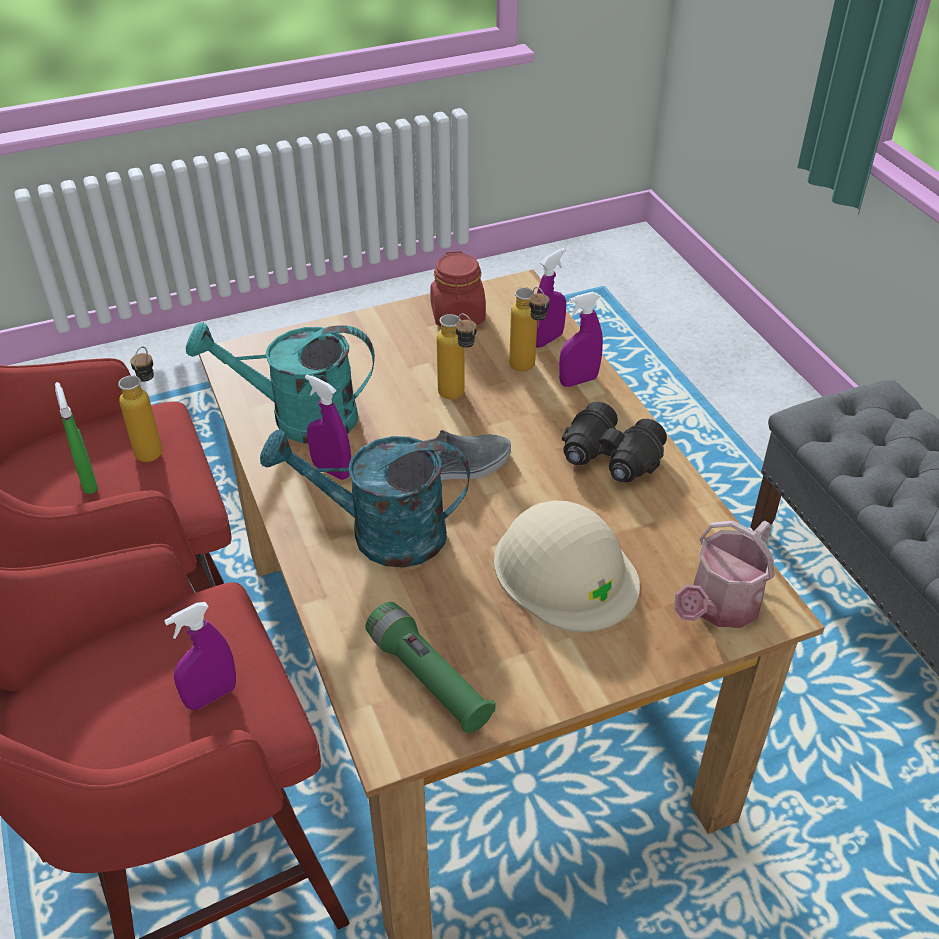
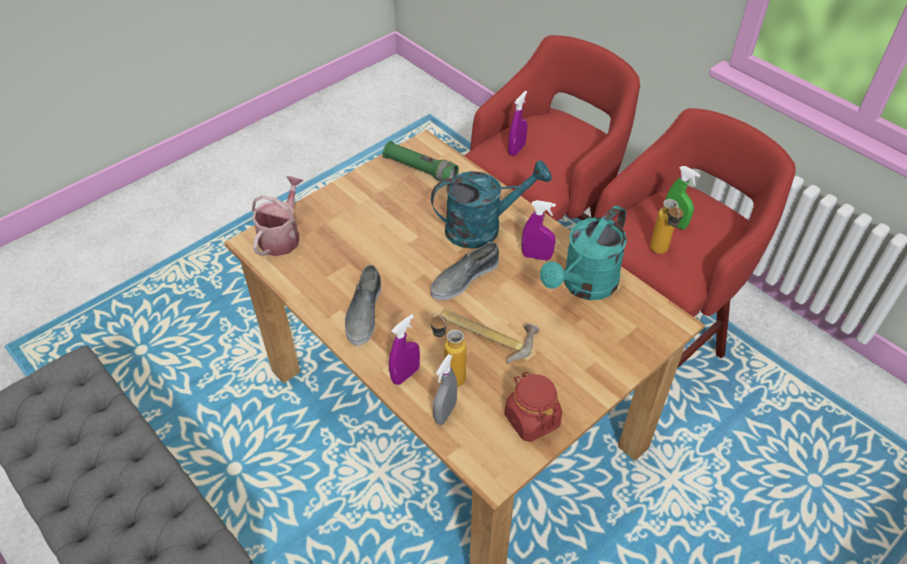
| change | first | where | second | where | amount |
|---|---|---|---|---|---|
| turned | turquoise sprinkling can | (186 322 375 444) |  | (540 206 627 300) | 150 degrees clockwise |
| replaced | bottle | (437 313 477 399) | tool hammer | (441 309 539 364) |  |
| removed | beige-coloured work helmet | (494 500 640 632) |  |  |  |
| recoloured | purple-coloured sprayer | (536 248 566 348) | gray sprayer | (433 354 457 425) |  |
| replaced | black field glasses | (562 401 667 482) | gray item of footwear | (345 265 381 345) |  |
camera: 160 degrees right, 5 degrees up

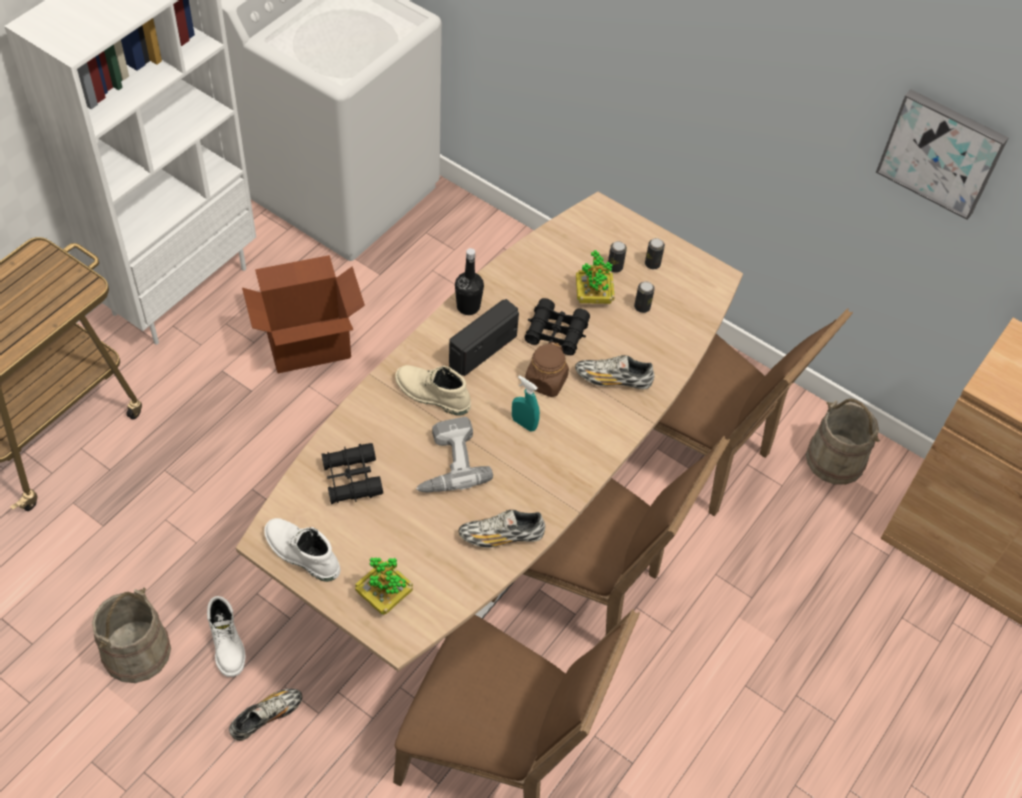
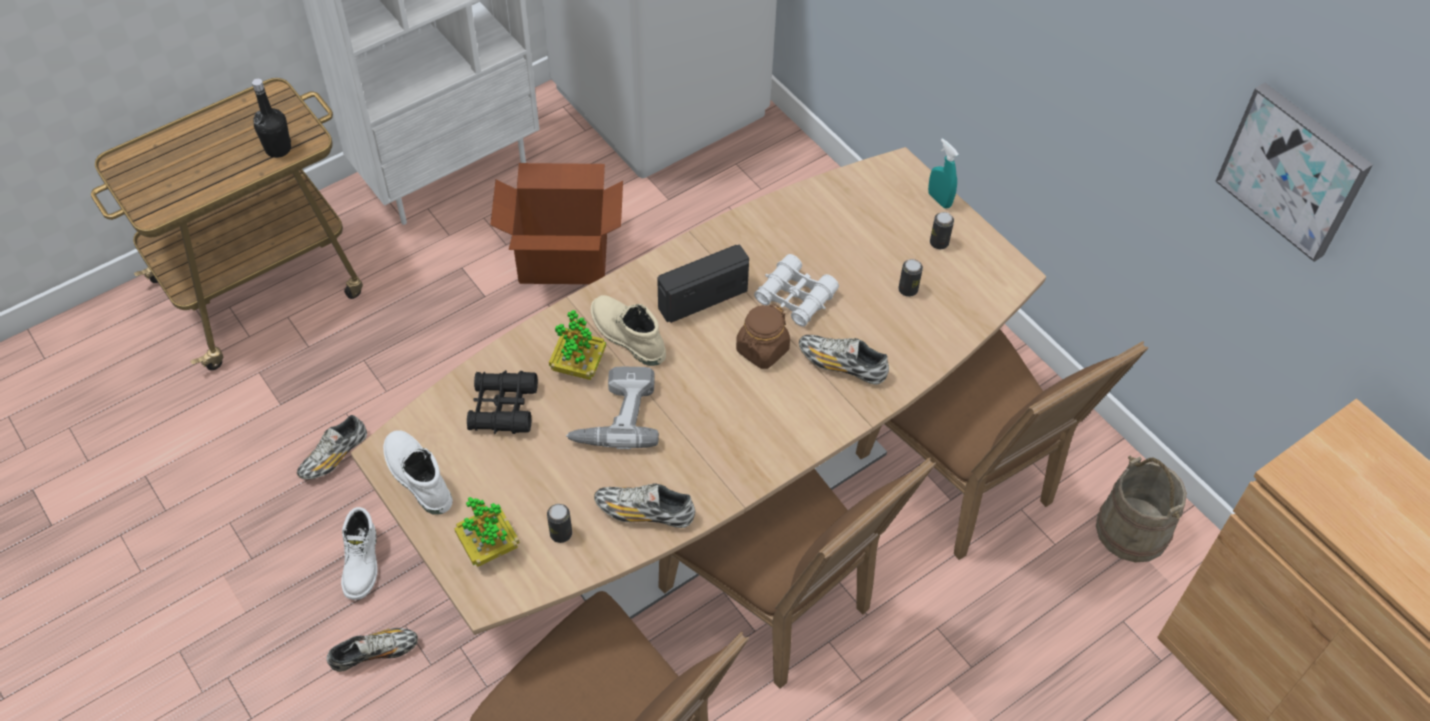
| change | first | where | second | where | amount |
|---|---|---|---|---|---|
| removed | beige-coloured water bucket | (92 588 171 683) |  |  |  |
| moved | black bottle | (455 248 484 315) |  | (252 79 291 158) |  |
| moved | turquoise sprayer | (512 375 540 432) |  | (928 138 959 209) |  |
| recoloured | black field glasses | (524 298 590 355) | white-coloured field glasses | (754 254 839 327) |  |
| moved | potted plant | (576 250 615 304) |  | (549 310 606 380) |  |
| moved | can | (608 241 627 273) |  | (547 504 572 543) |  |
| added |  |  | item of footwear | (297 415 367 479) |  |
camera: 20 degrees right, 0 degrees up

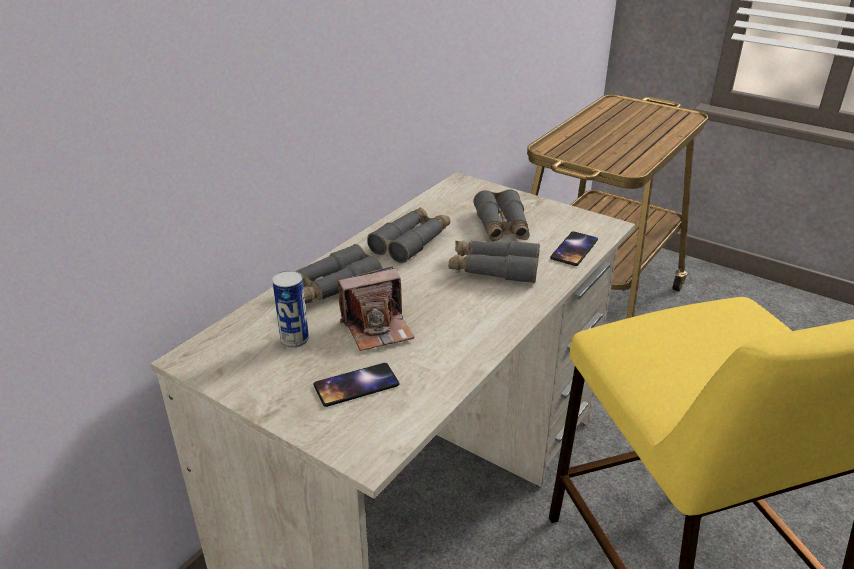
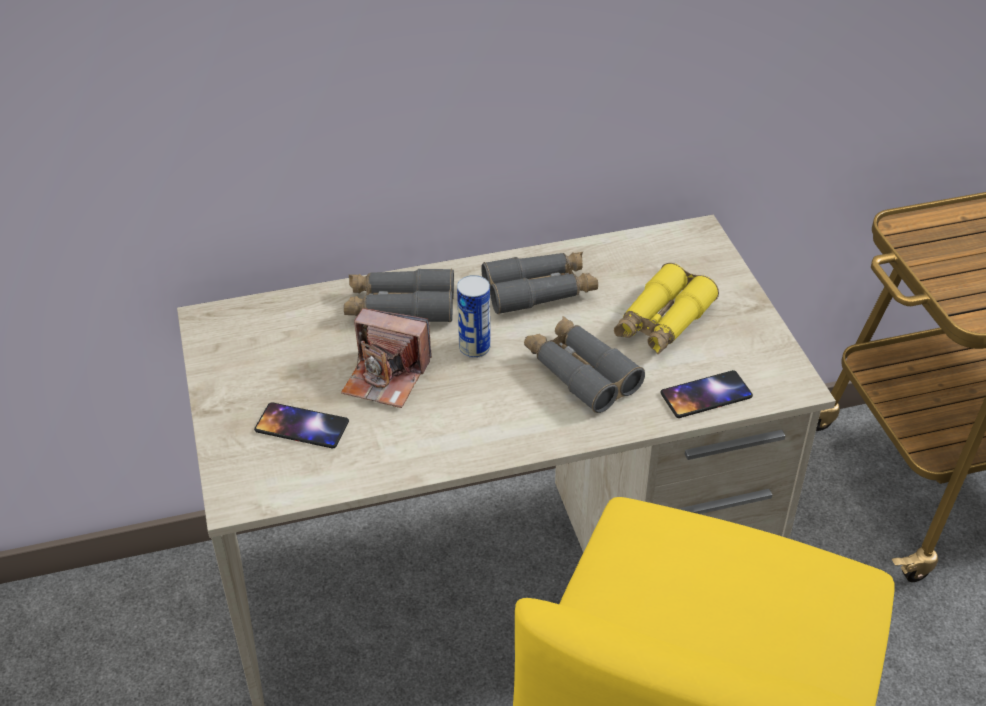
| change | first | where | second | where | amount |
|---|---|---|---|---|---|
| moved | can | (272 270 309 348) |  | (457 275 490 358) |  |
| recoloured | gray field glasses | (473 189 530 242) | yellowish field glasses | (614 263 719 354) |  |
camera: 40 degrees right, 10 degrees up

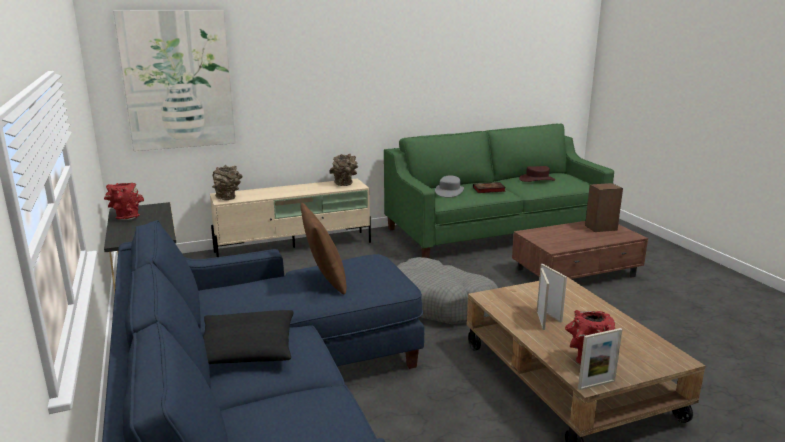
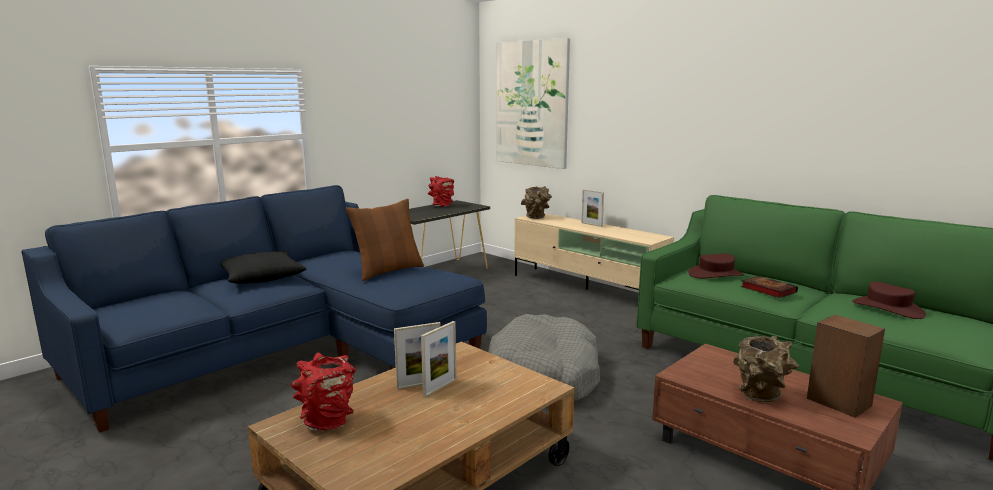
| change | first | where | second | where | amount |
|---|---|---|---|---|---|
| moved | brown decorative vase | (329 154 358 186) |  | (734 336 799 403) |  |
| recoloured | gray hat | (435 176 464 198) | brown hat | (688 253 744 278) |  |
| moved | picture frame | (578 328 622 390) |  | (582 189 604 227) |  |
camera: 65 degrees right, 5 degrees down

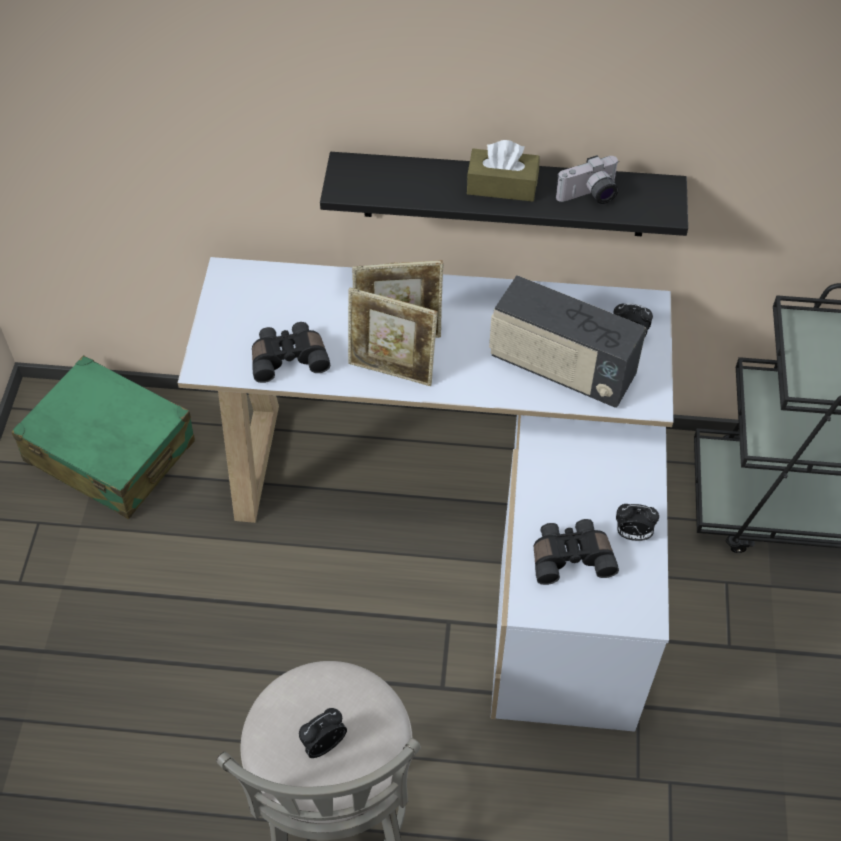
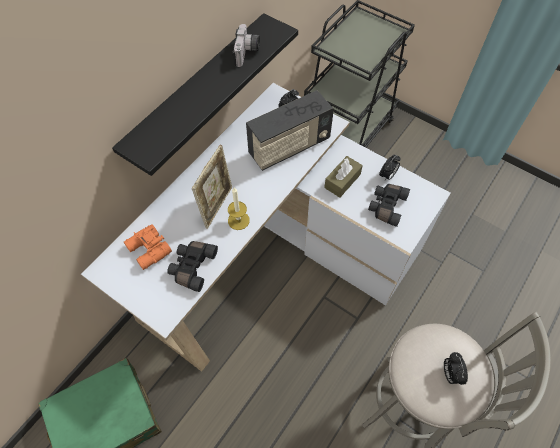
| change | first | where | second | where | amount |
|---|---|---|---|---|---|
| replaced | picture frame | (348 288 438 386) | candle | (228 187 250 230) |  |
| moved | brown tissue box | (467 140 540 201) |  | (324 156 363 198) |  |
| added |  |  | orange-coloured field glasses | (124 224 172 270) |  |
camera: 60 degrees left, 5 degrees up

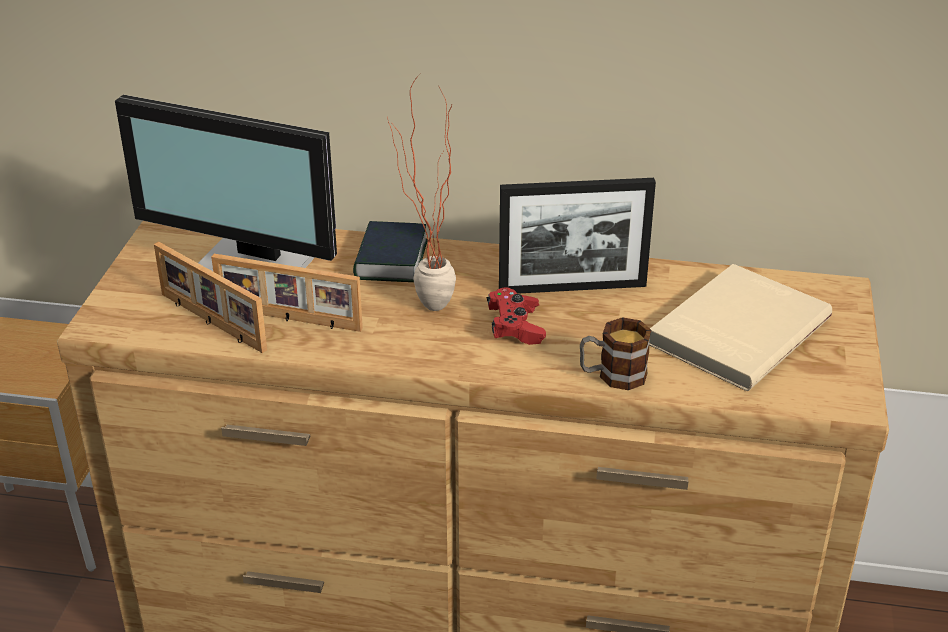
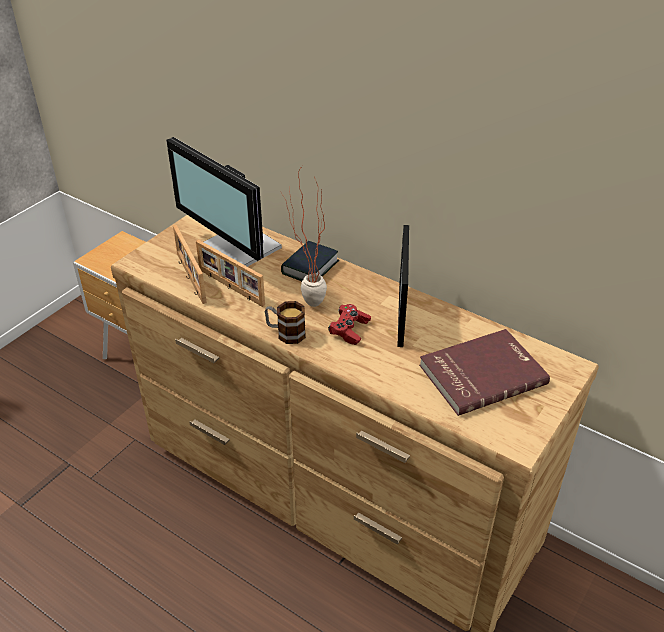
| change | first | where | second | where | amount |
|---|---|---|---|---|---|
| turned | picture frame | (499 178 656 294) |  | (397 225 409 347) | 75 degrees clockwise |
| moved | coffee mug | (580 317 651 390) |  | (265 301 306 344) |  |
| recoloured | beige-coloured bound book | (649 264 832 391) | red-coloured bound book | (419 329 550 416) |  |
camera: 25 degrees right, 5 degrees up

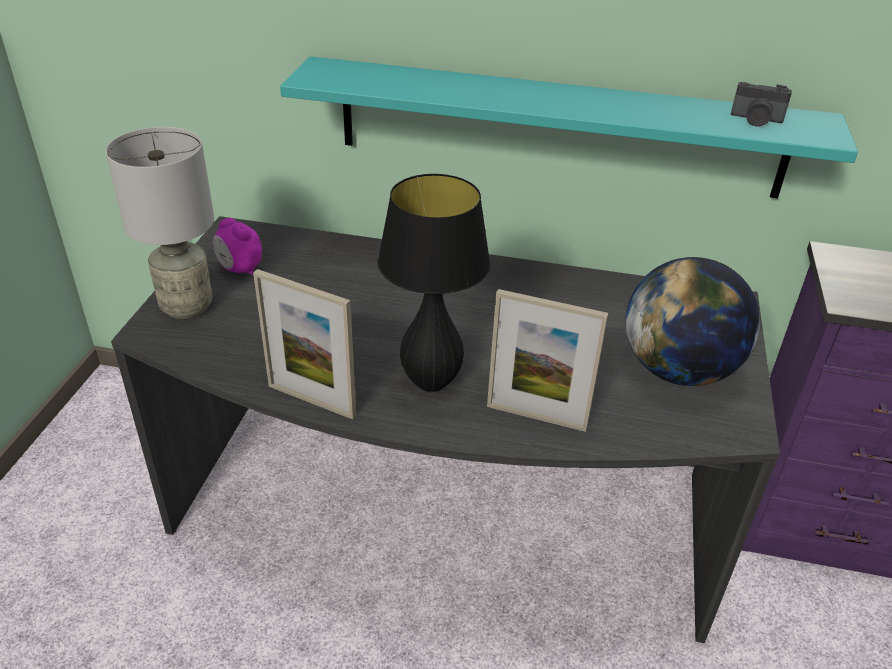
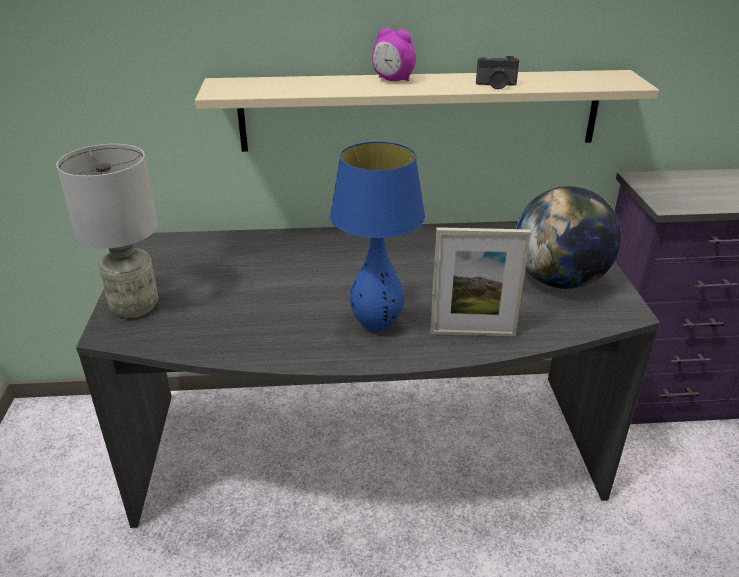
| change | first | where | second | where | amount |
|---|---|---|---|---|---|
| moved | alarm clock | (213 218 262 275) |  | (372 28 416 81) |  |
| removed | picture frame | (253 269 356 419) |  |  |  |
| recoloured | turquoise wall shelf | (280 56 858 198) | beige-coloured wall shelf | (195 70 659 152) |  |
| recoloured | black table lamp | (377 174 491 392) | blue table lamp | (330 141 425 332) |  |
| moved | still camera | (731 82 792 127) |  | (476 56 519 89) |  |
camera: 15 degrees left, 5 degrees down

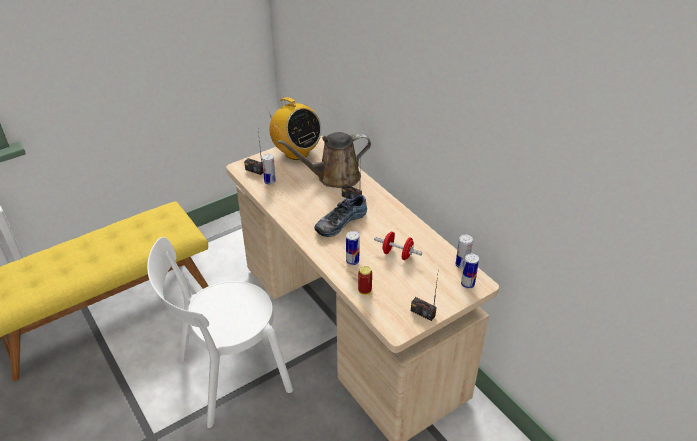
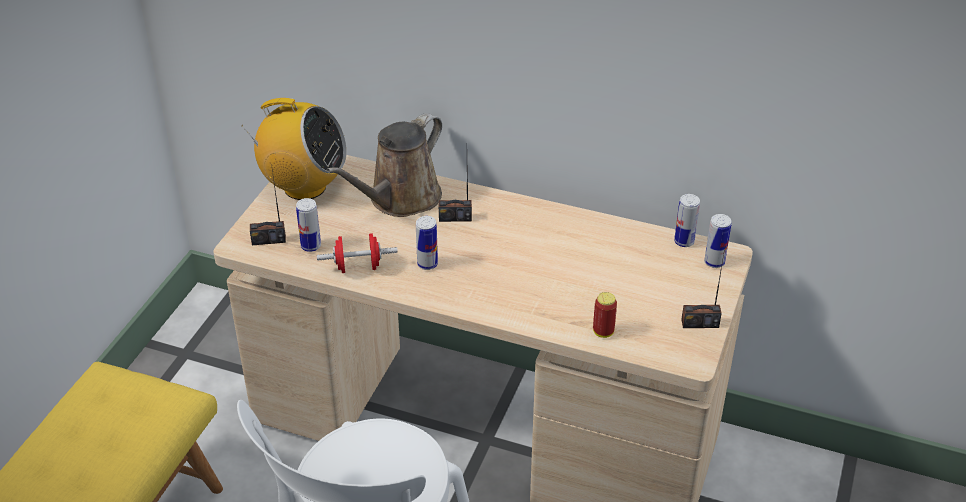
| change | first | where | second | where | amount |
|---|---|---|---|---|---|
| removed | item of footwear | (315 195 367 237) |  |  |  |
| moved | can | (346 231 360 265) |  | (416 216 438 270) |  |
| moved | red-coloured dumbbell | (374 232 422 260) |  | (317 233 398 273) |  |
camera: 35 degrees left, 0 degrees up

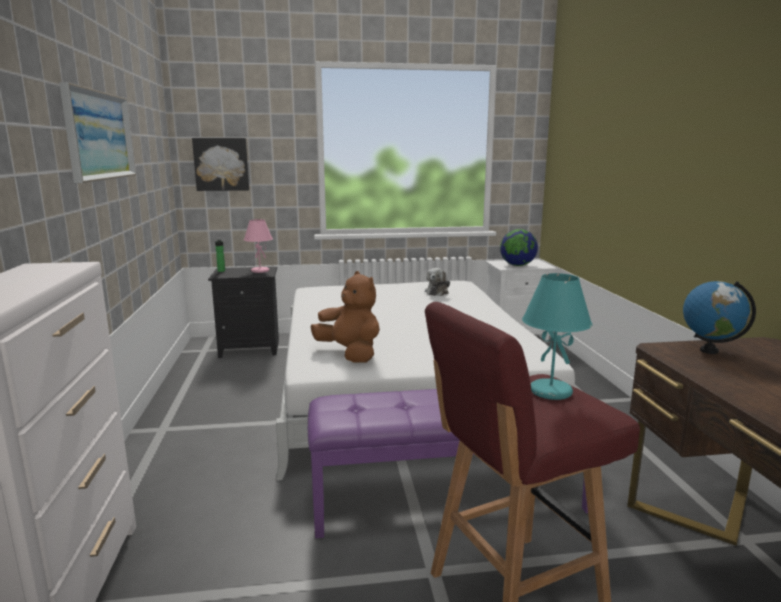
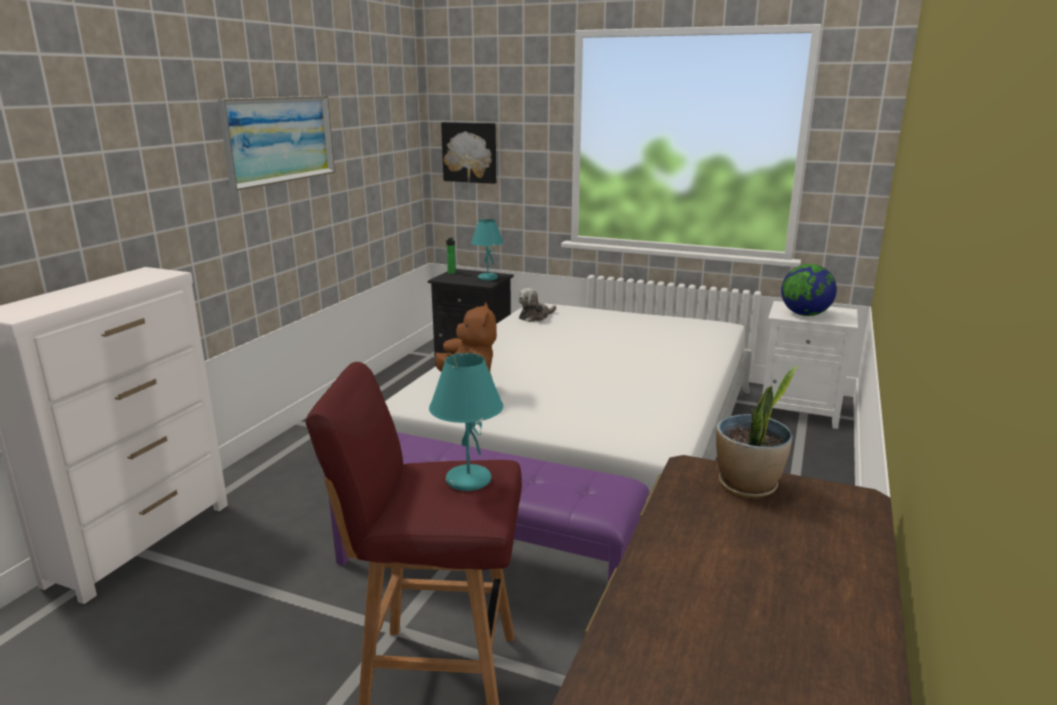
| change | first | where | second | where | amount |
|---|---|---|---|---|---|
| recoloured | pinkish table lamp | (244 219 273 273) | turquoise table lamp | (471 219 503 281) |  |
| moved | plush toy | (425 268 450 296) |  | (518 288 556 322) |  |
| replaced | world globe | (683 281 756 354) | potted plant | (716 366 798 498) |  |
camera: 30 degrees right, 5 degrees up

